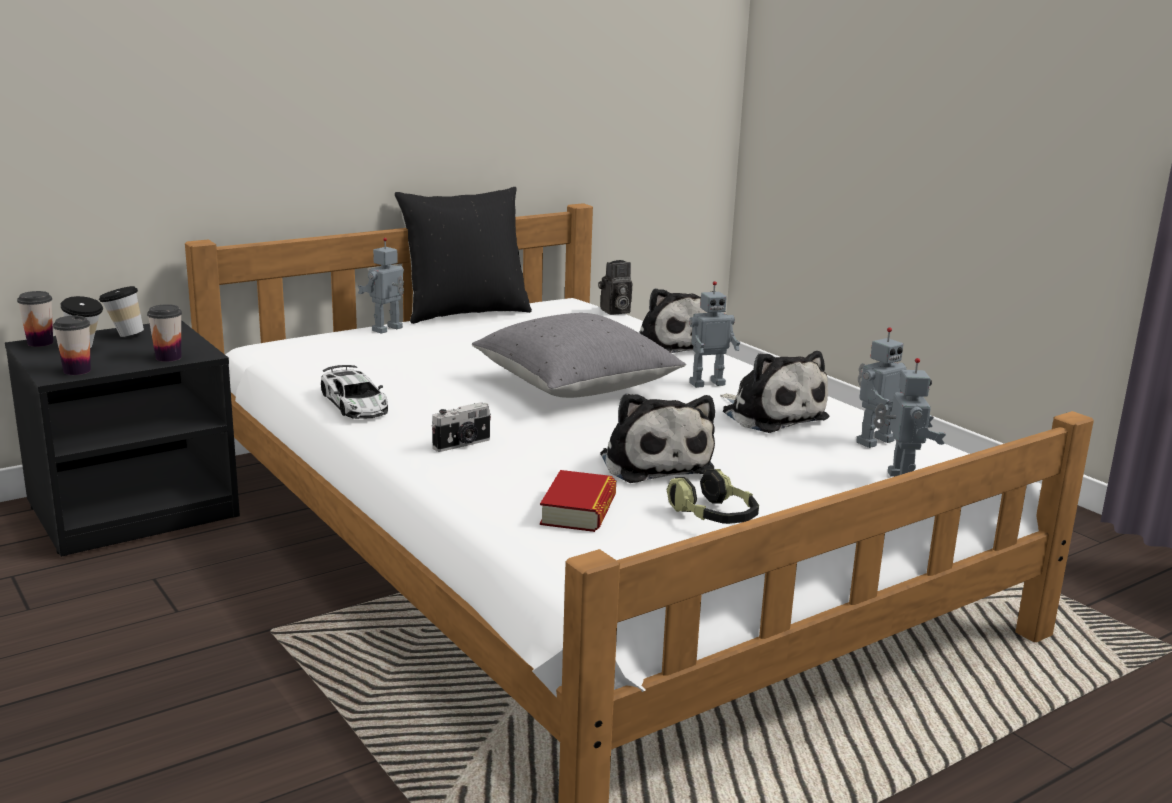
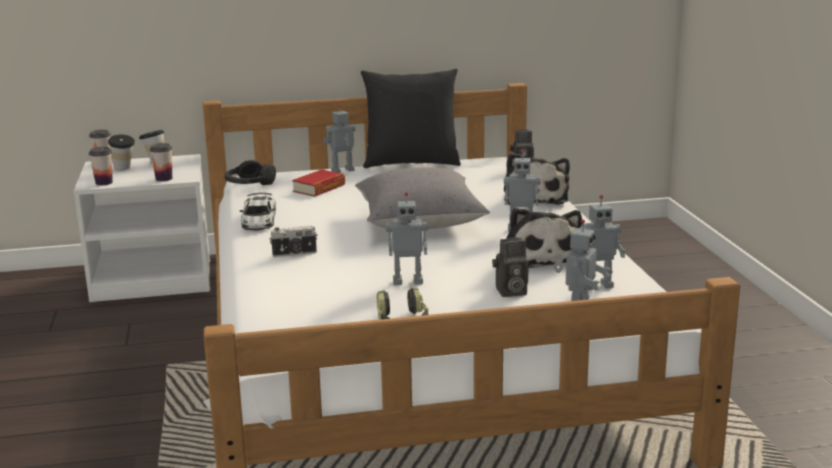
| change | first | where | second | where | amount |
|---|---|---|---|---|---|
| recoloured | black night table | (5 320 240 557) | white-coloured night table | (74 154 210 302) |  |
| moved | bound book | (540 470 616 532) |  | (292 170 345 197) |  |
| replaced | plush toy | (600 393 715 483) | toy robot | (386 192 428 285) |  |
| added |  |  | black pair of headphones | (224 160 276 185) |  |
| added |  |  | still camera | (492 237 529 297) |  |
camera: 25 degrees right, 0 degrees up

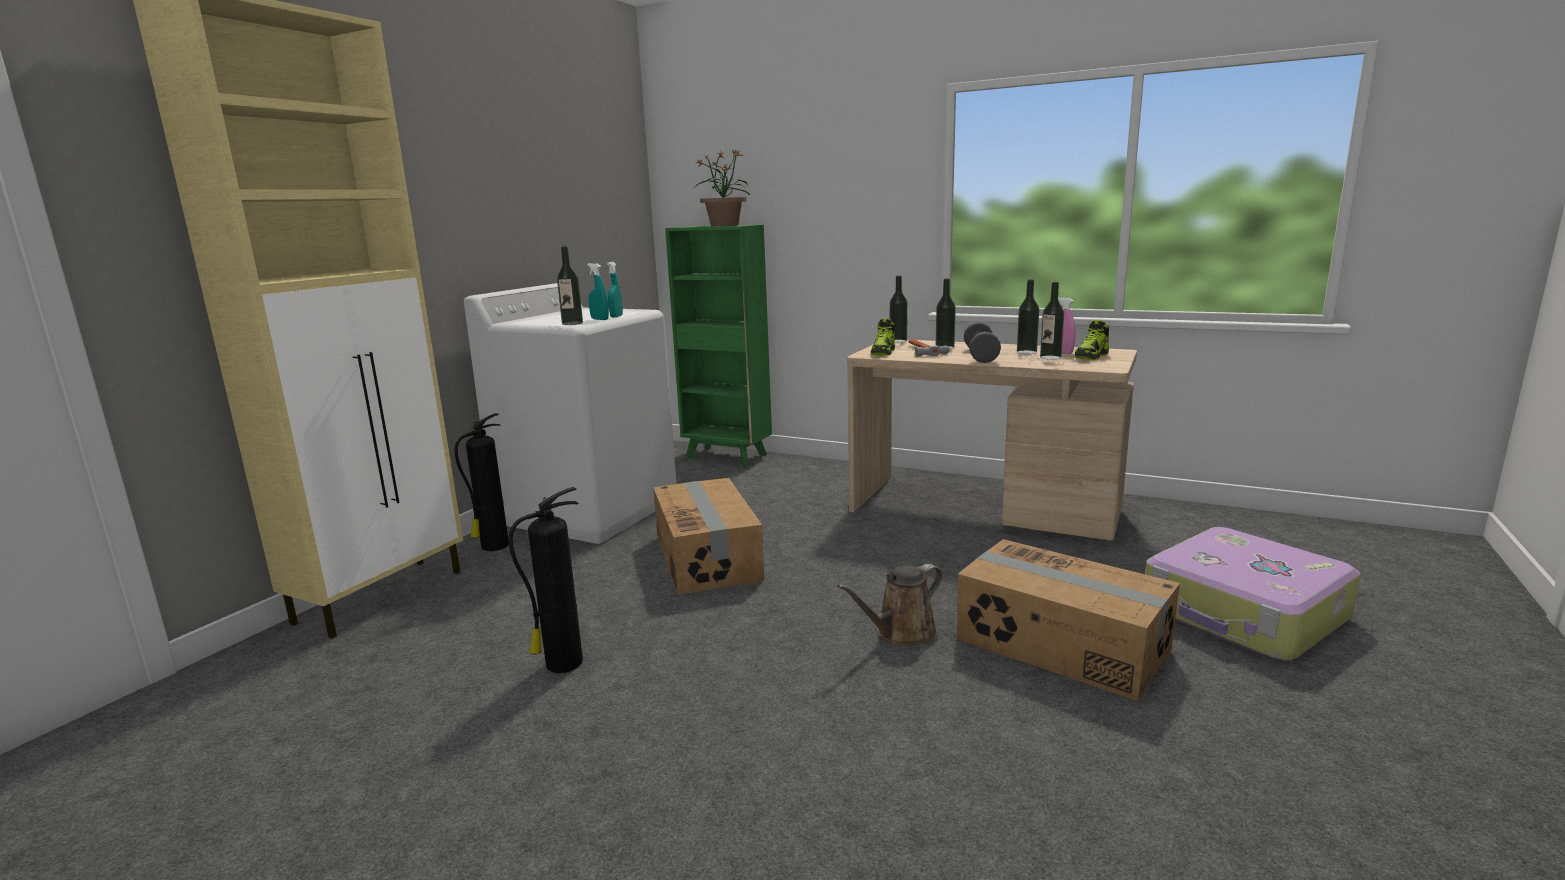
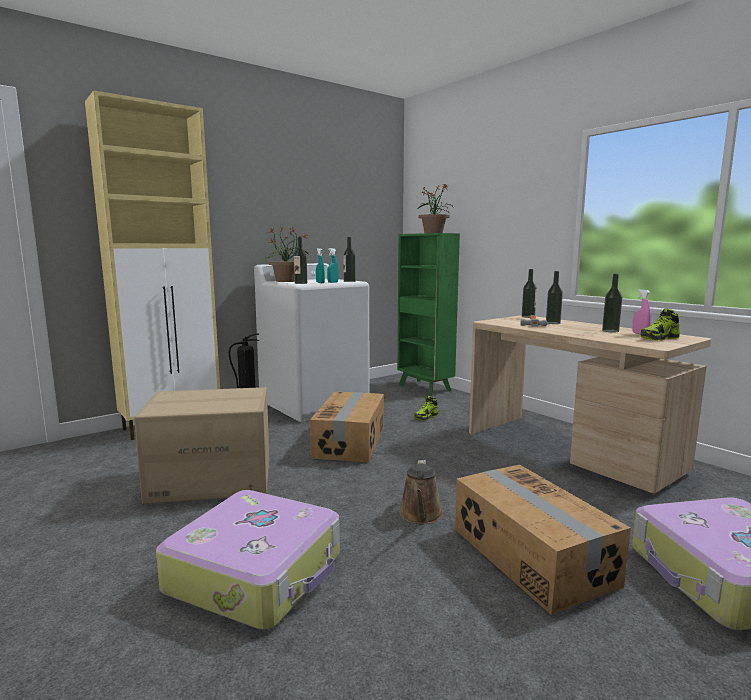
| change | first | where | second | where | amount |
|---|---|---|---|---|---|
| replaced | fire extinguisher | (509 487 583 673) | packing box | (134 387 269 504) |  |
| turned | brown sprinkling can | (837 564 943 645) |  | (399 460 443 524) | 75 degrees counterclockwise |
| moved | item of footwear | (871 318 895 356) |  | (414 396 439 421) |  |
| removed | gray dumbbell | (964 322 1001 363) |  |  |  |
| moved | bottle | (1040 282 1064 360) |  | (343 237 356 282) |  |
| added |  |  | suitcase | (156 490 340 630) |  |
| added |  |  | potted plant | (265 226 308 282) |  |
camera: 25 degrees right, 5 degrees down

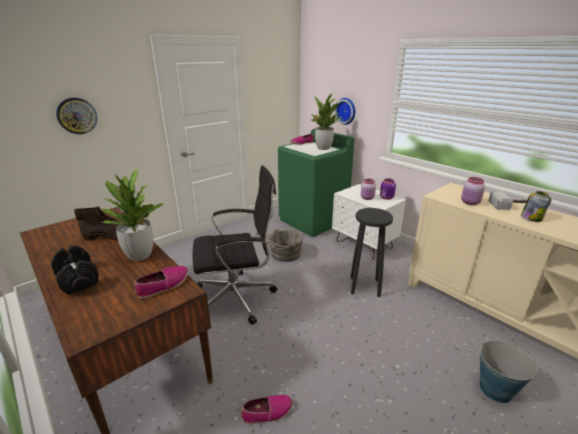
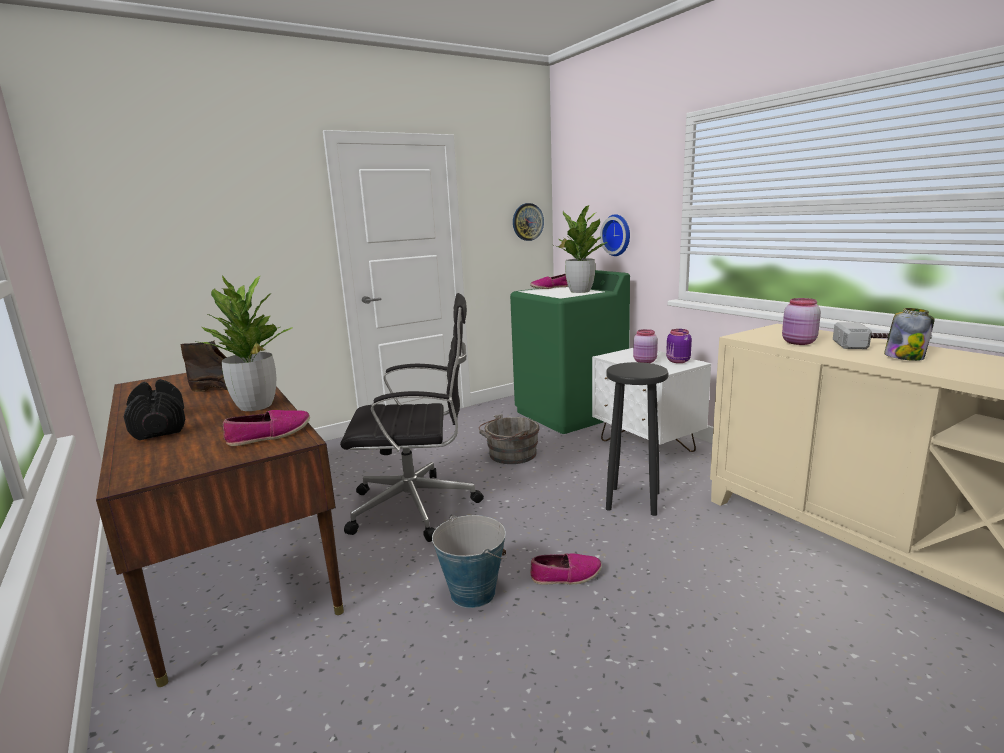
| change | first | where | second | where | amount |
|---|---|---|---|---|---|
| moved | hanging clock | (56 97 97 134) |  | (513 203 544 241) |  |
| moved | item of footwear | (241 395 293 424) |  | (530 553 602 585) |  |
| moved | water bucket | (479 340 537 403) |  | (432 515 507 608) |  |
camera: 10 degrees right, 10 degrees down

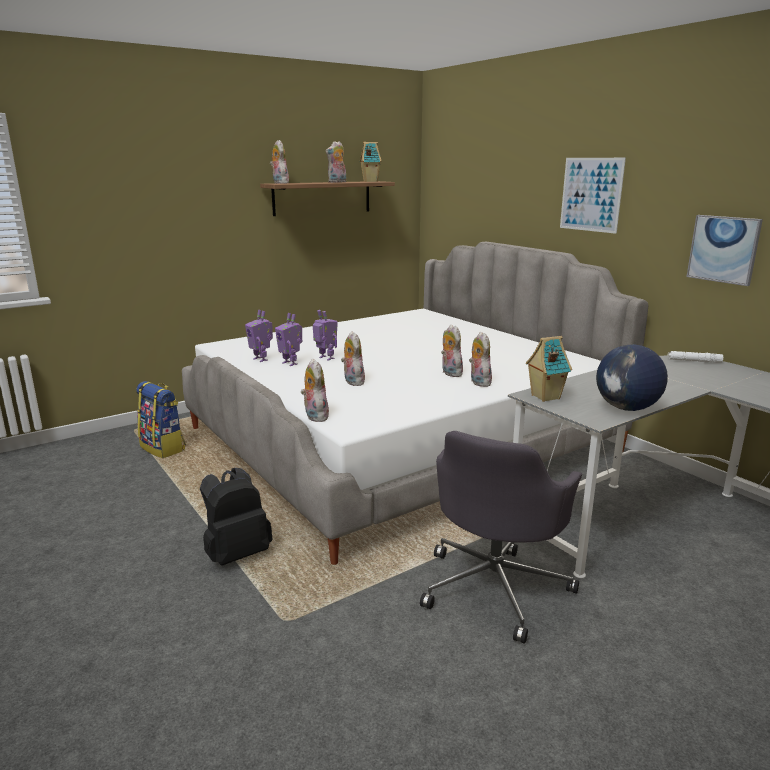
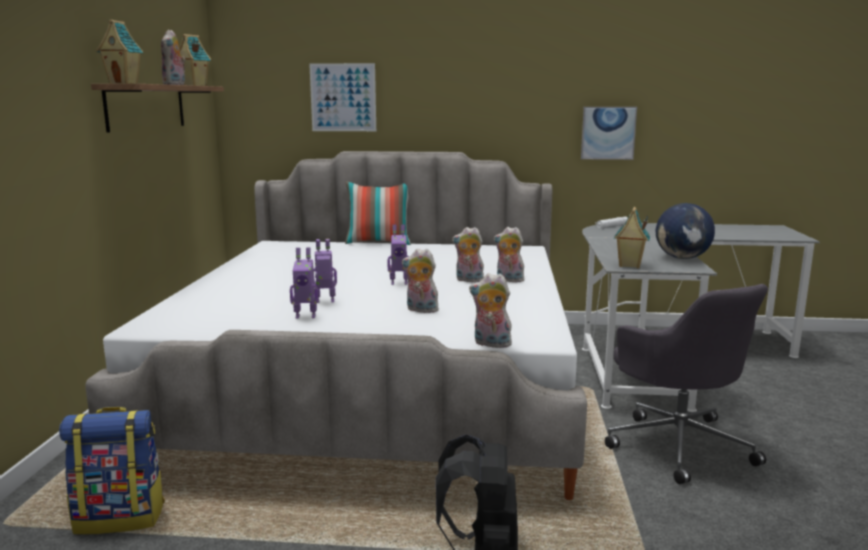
| change | first | where | second | where | amount |
|---|---|---|---|---|---|
| moved | toy robot | (245 310 273 362) |  | (387 224 409 285) |  |
| replaced | plush toy | (270 140 289 184) | model house | (96 19 143 84) |  |
| moved | picture | (560 158 626 234) |  | (309 63 376 131) |  |
| added |  |  | throw pillow | (345 182 411 245) |  |
camera: 50 degrees left, 5 degrees down

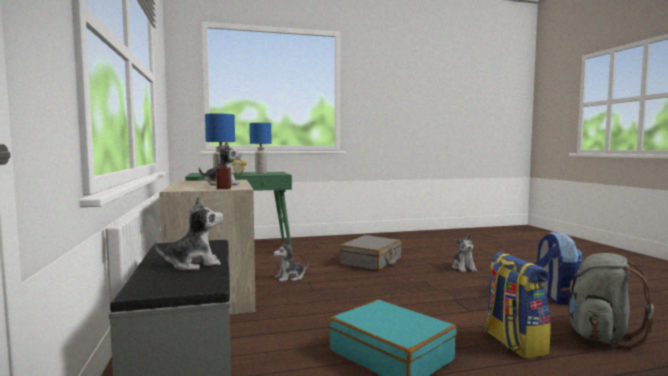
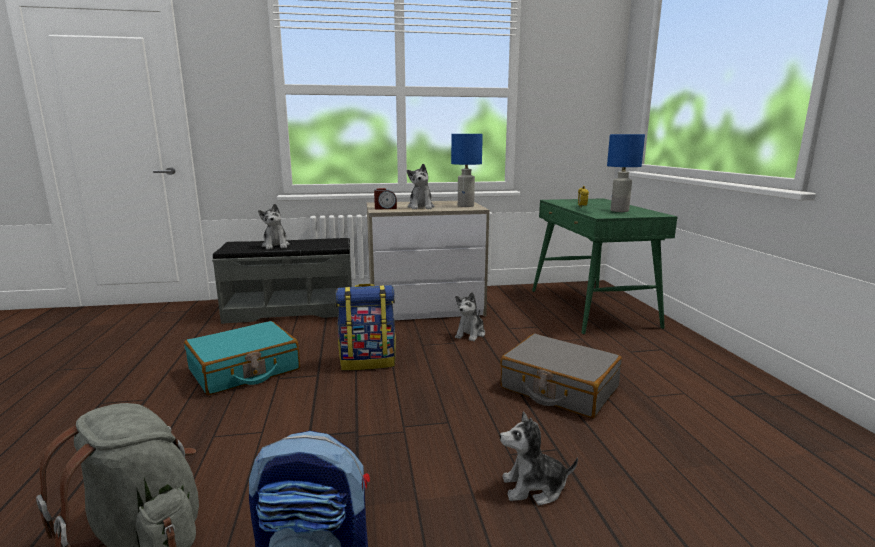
| change | first | where | second | where | amount |
|---|---|---|---|---|---|
| turned | plush toy | (273 241 309 282) |  | (455 292 485 341) | 135 degrees counterclockwise |
| moved | knapsack | (484 252 551 358) |  | (336 284 396 371) |  |
camera: 95 degrees right, 10 degrees up

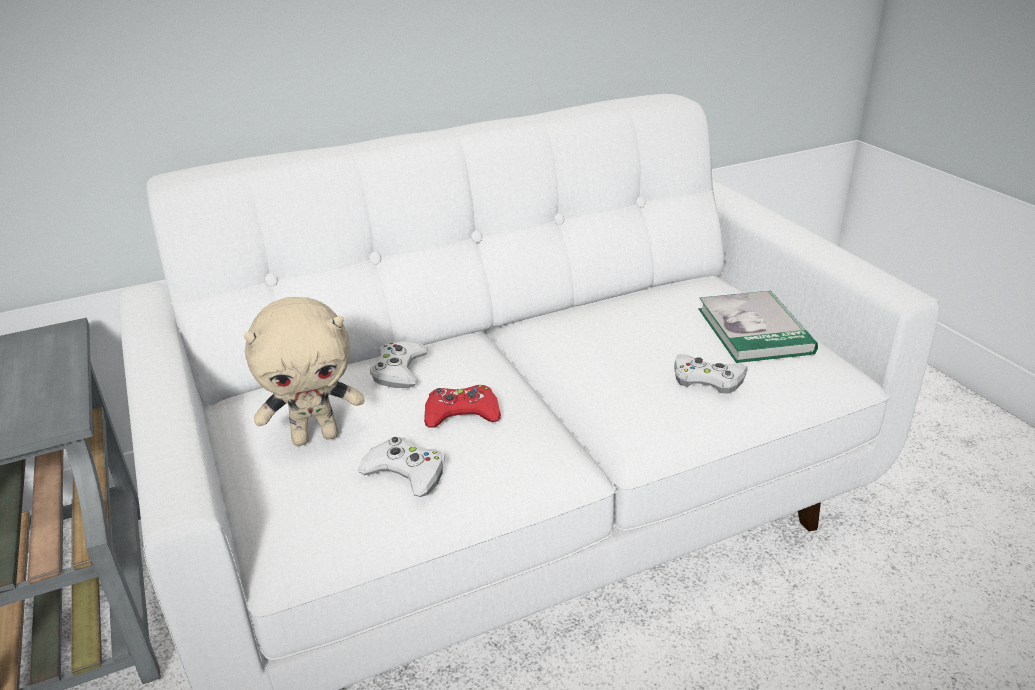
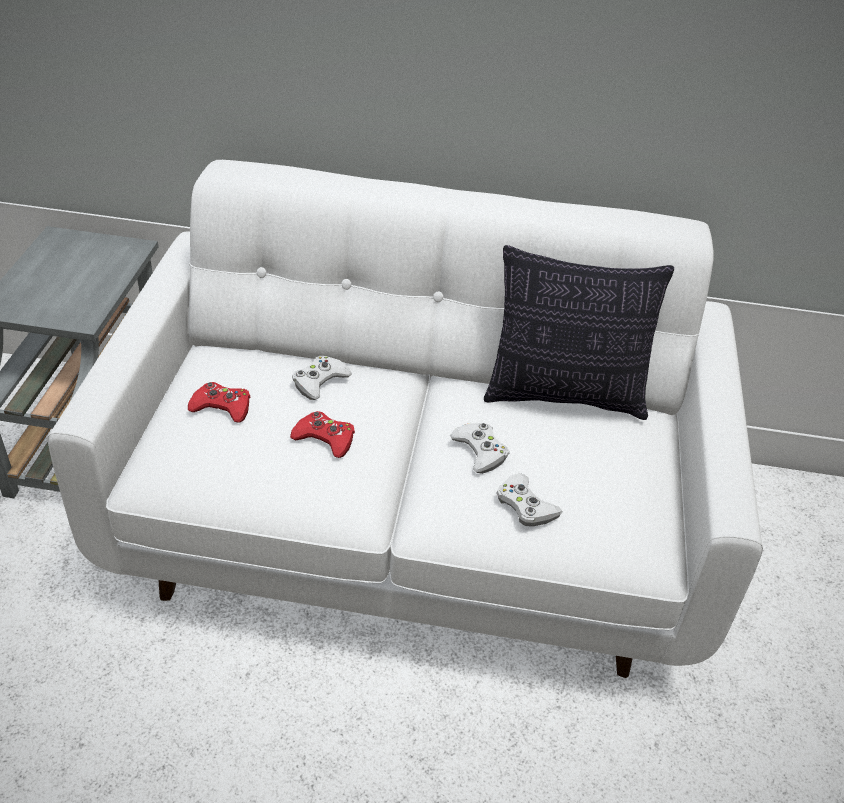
| change | first | where | second | where | amount |
|---|---|---|---|---|---|
| replaced | beige-coloured plush toy | (244 297 364 446) | red-coloured joypad | (188 382 250 423) |  |
| moved | white-coloured joypad | (358 437 445 497) |  | (450 423 509 474) |  |
| removed | bound book | (698 290 818 363) |  |  |  |
| added |  |  | throw pillow | (484 245 674 420) |  |
camera: 30 degrees right, 10 degrees up

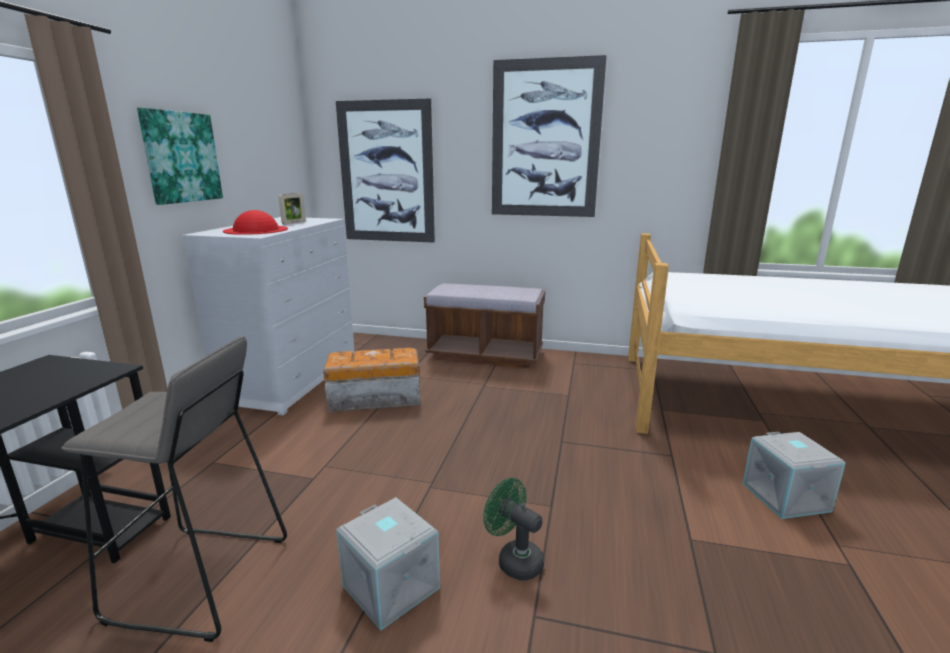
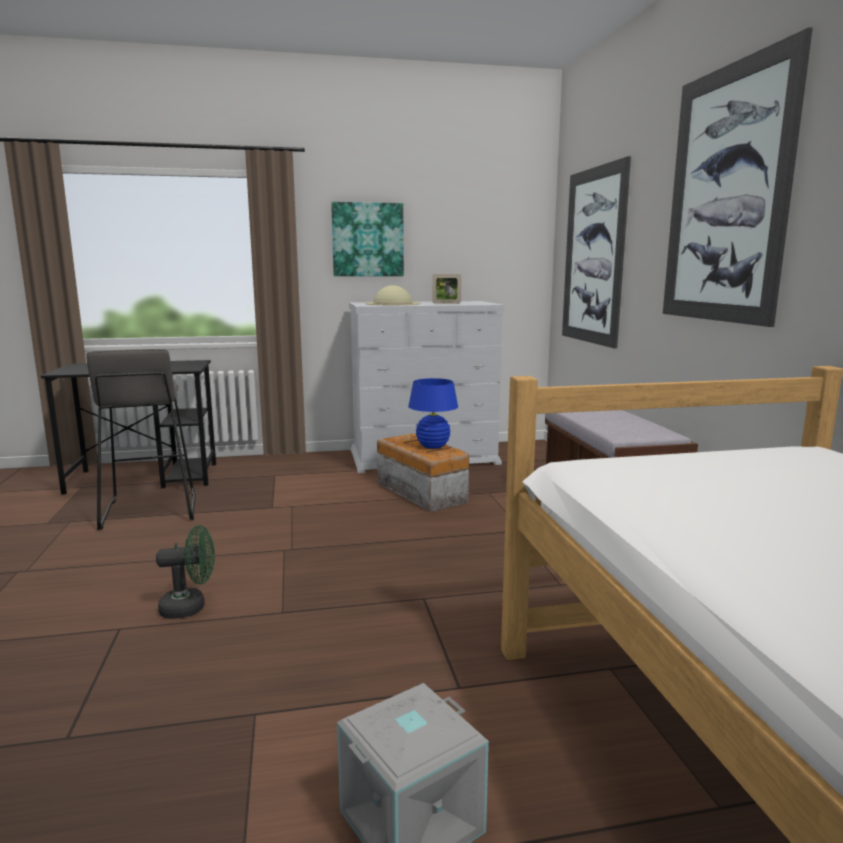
| change | first | where | second | where | amount |
|---|---|---|---|---|---|
| recoloured | red-coloured hat | (223 210 288 235) | beige-coloured hat | (365 285 421 305) |  |
| removed | gray storage bin | (336 497 440 631) |  |  |  |
| turned | greenish cooling fan | (483 478 544 580) |  | (156 525 215 619) | 60 degrees clockwise |
| added |  |  | blue table lamp | (408 378 458 449) |  |
camera: 65 degrees right, 5 degrees down

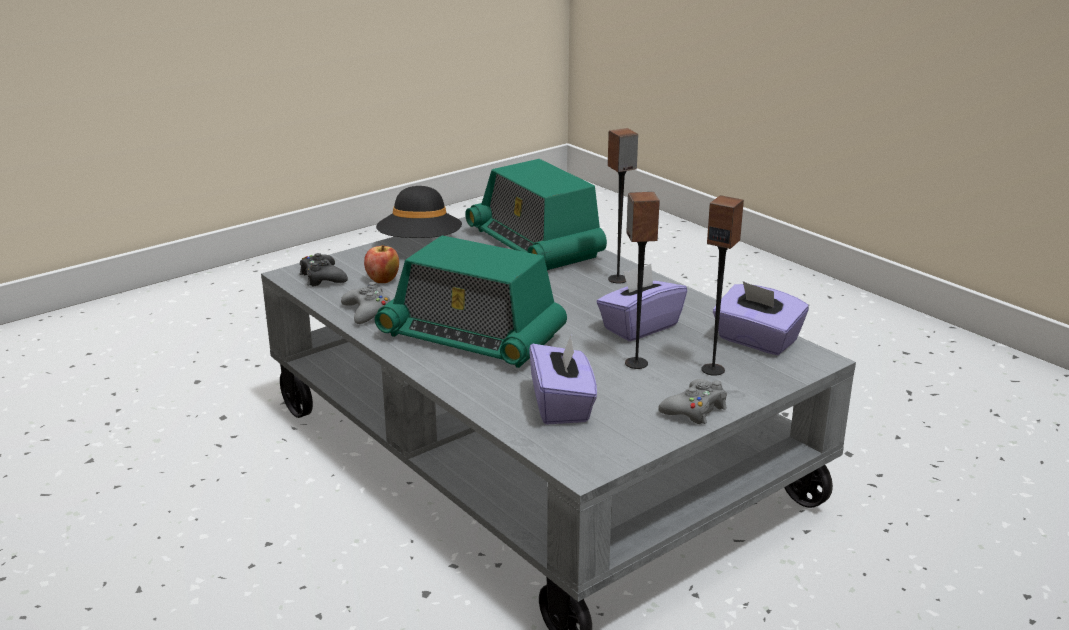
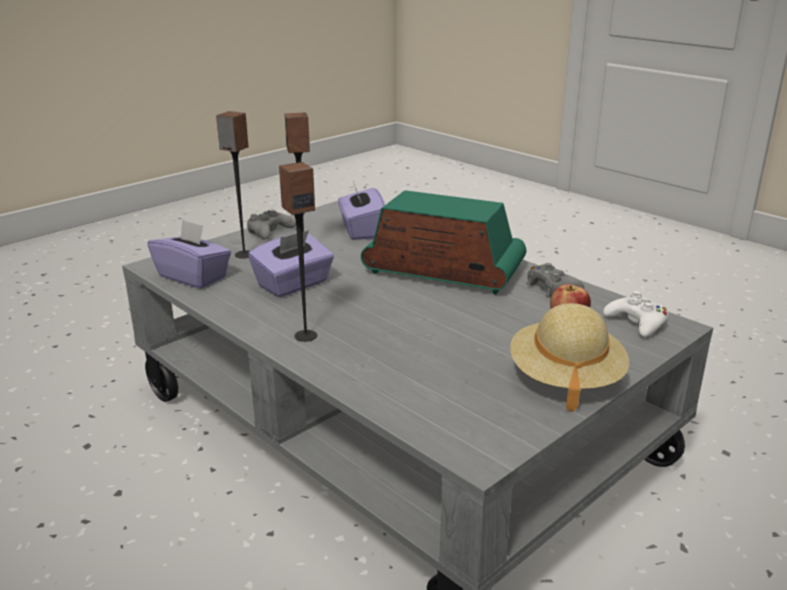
| change | first | where | second | where | amount |
|---|---|---|---|---|---|
| recoloured | black joypad | (300 253 348 287) | white-coloured joypad | (603 291 669 337) |  |
| recoloured | black hat | (376 186 462 238) | beige-coloured hat | (510 303 629 412) |  |
| removed | radio receiver | (465 159 607 270) |  |  |  |
camera: 175 degrees right, 0 degrees up

